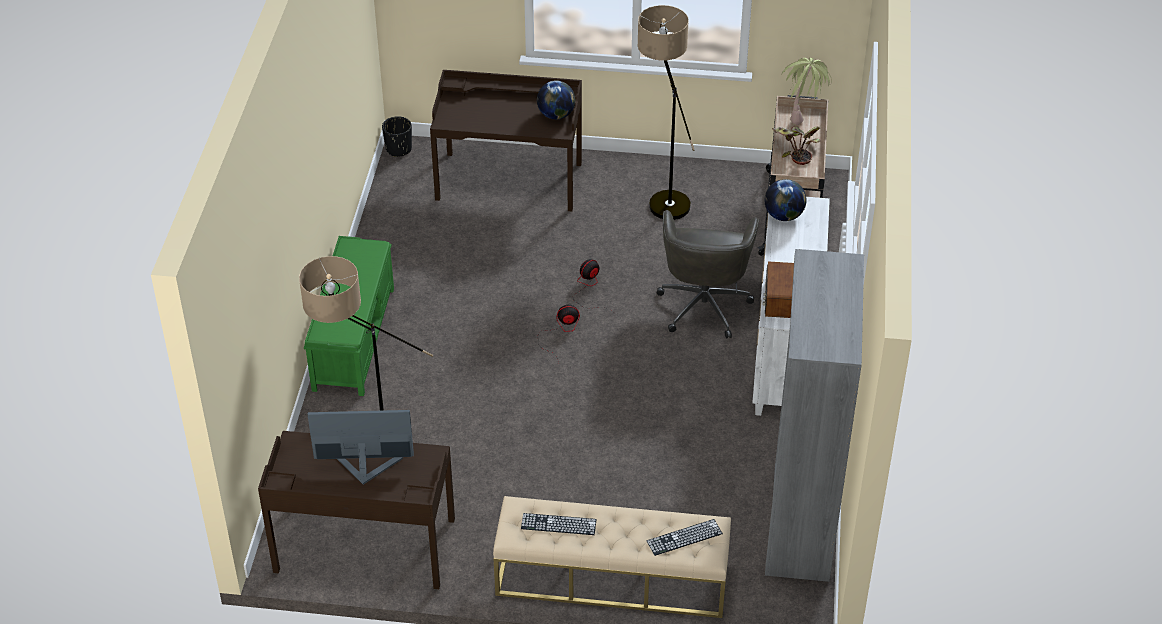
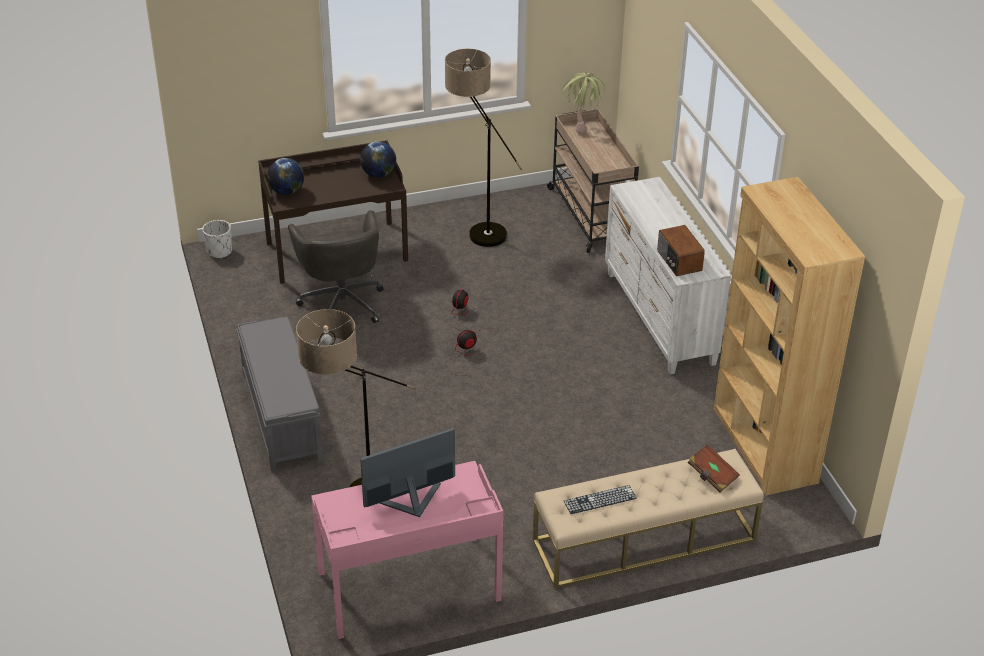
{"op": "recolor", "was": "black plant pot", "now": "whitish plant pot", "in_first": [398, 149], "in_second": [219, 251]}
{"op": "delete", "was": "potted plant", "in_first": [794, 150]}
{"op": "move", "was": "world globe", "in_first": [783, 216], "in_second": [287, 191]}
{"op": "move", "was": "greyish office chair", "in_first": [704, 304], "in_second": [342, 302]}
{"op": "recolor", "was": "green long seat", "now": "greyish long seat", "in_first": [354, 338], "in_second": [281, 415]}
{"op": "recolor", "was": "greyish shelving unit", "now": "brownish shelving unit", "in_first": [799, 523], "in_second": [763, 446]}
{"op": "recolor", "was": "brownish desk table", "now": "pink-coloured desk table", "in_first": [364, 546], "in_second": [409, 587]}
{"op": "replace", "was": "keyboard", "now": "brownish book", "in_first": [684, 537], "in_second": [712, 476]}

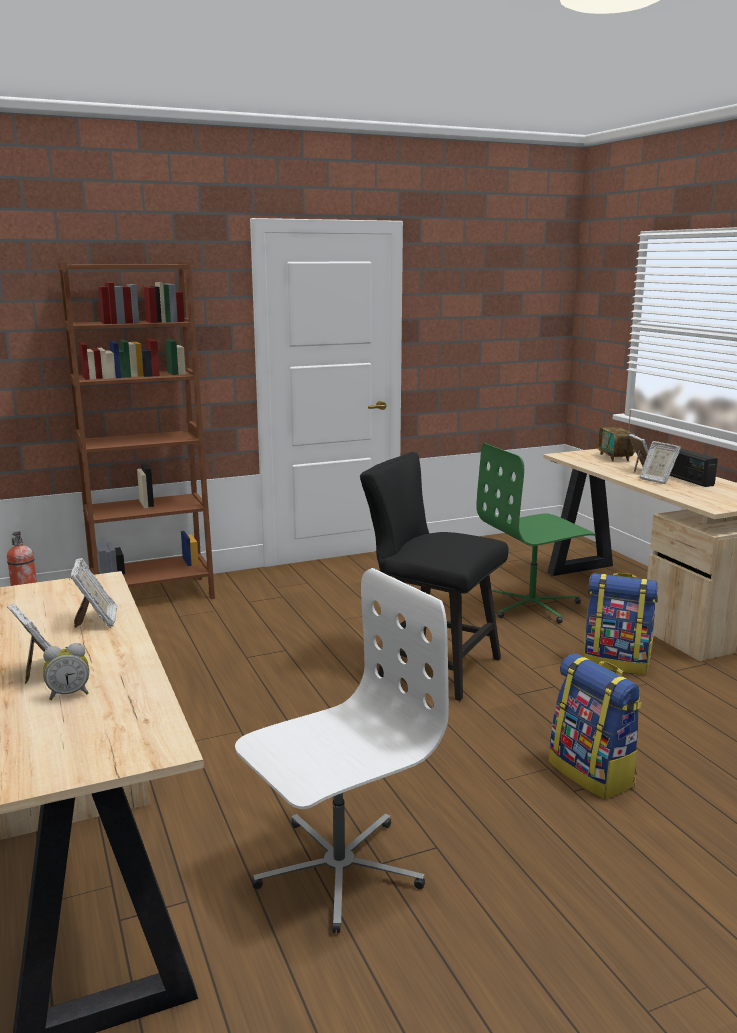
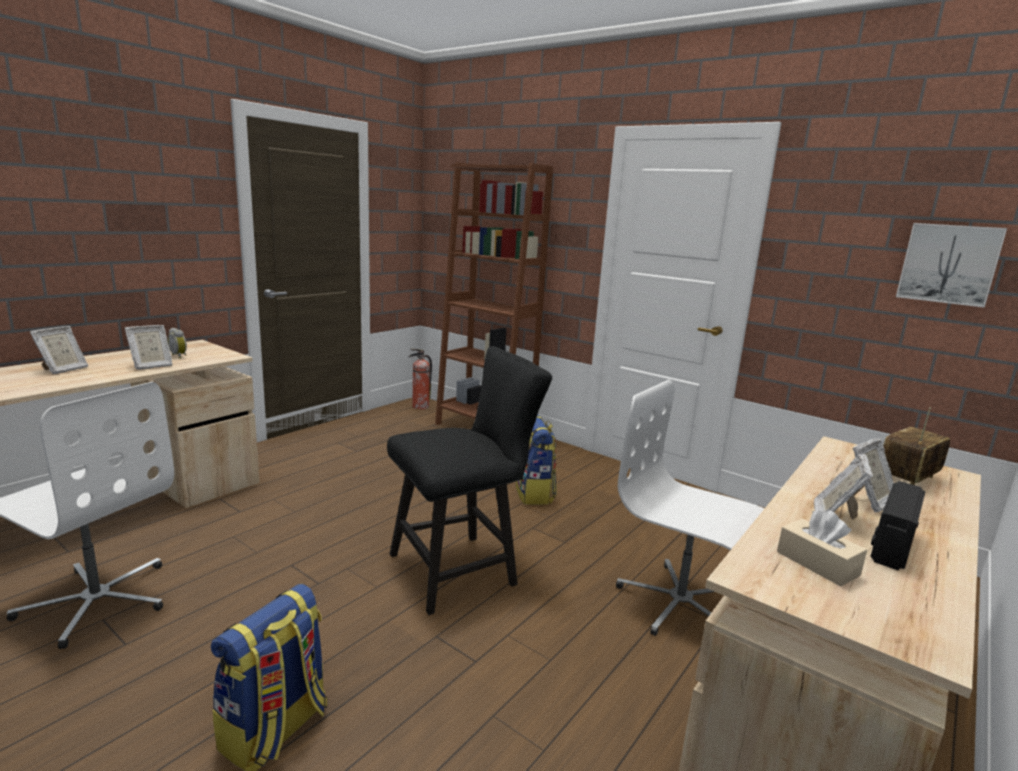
{"op": "recolor", "was": "green office chair", "now": "whitish office chair", "in_first": [532, 605], "in_second": [680, 604]}
{"op": "rotate", "was": "black upright chair", "in_first": [430, 666], "in_second": [461, 568], "clockwise": 60}
{"op": "move", "was": "rucksack", "in_first": [616, 662], "in_second": [534, 493]}
{"op": "move", "was": "table clock", "in_first": [69, 694], "in_second": [180, 356]}
{"op": "insert", "now": "wall picture", "in_second": [948, 264]}
{"op": "insert", "now": "sand-coloured box of tissues", "in_second": [817, 563]}

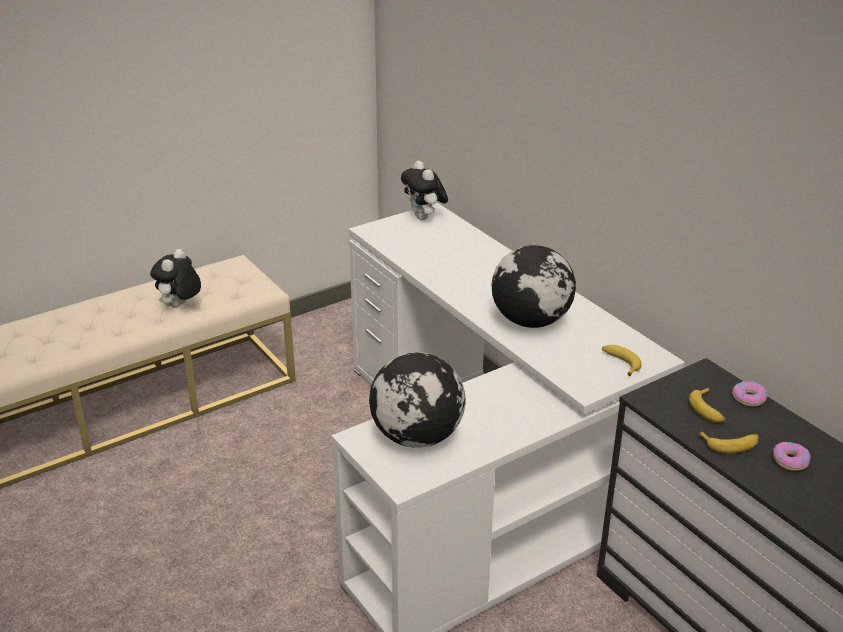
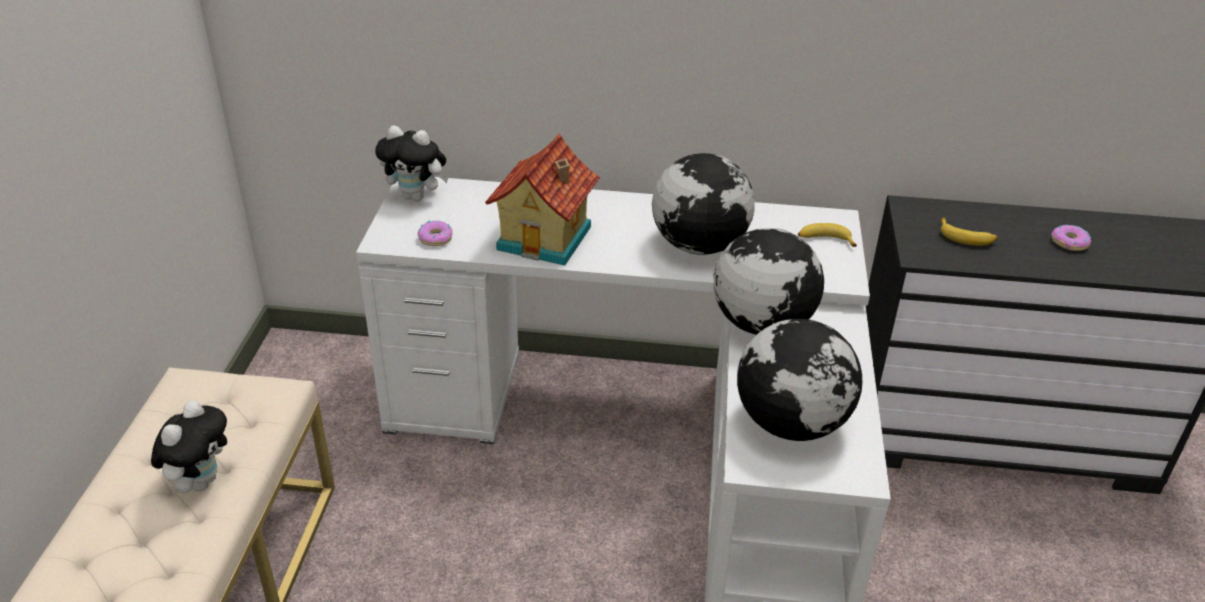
{"op": "rotate", "was": "plush toy", "in_first": [179, 306], "in_second": [201, 481], "clockwise": -135}
{"op": "move", "was": "donut", "in_first": [749, 398], "in_second": [436, 238]}
{"op": "delete", "was": "banana fruit", "in_first": [730, 444]}
{"op": "insert", "now": "model house", "in_second": [547, 238]}
{"op": "insert", "now": "world globe", "in_second": [761, 323]}

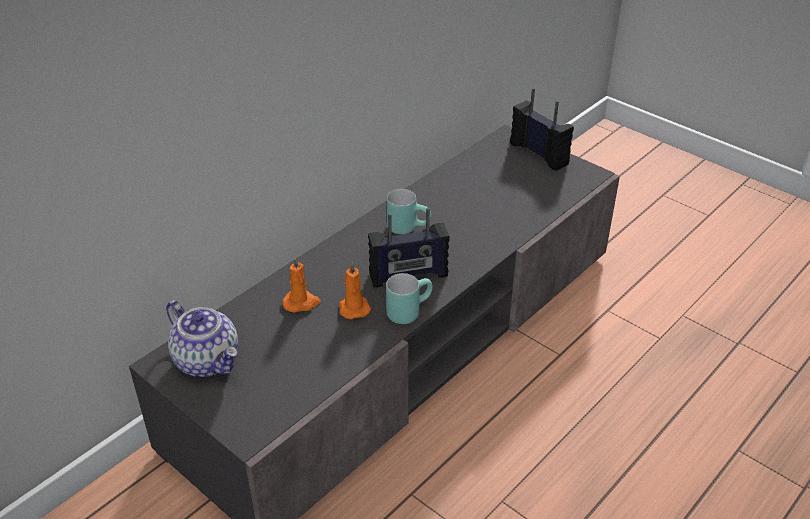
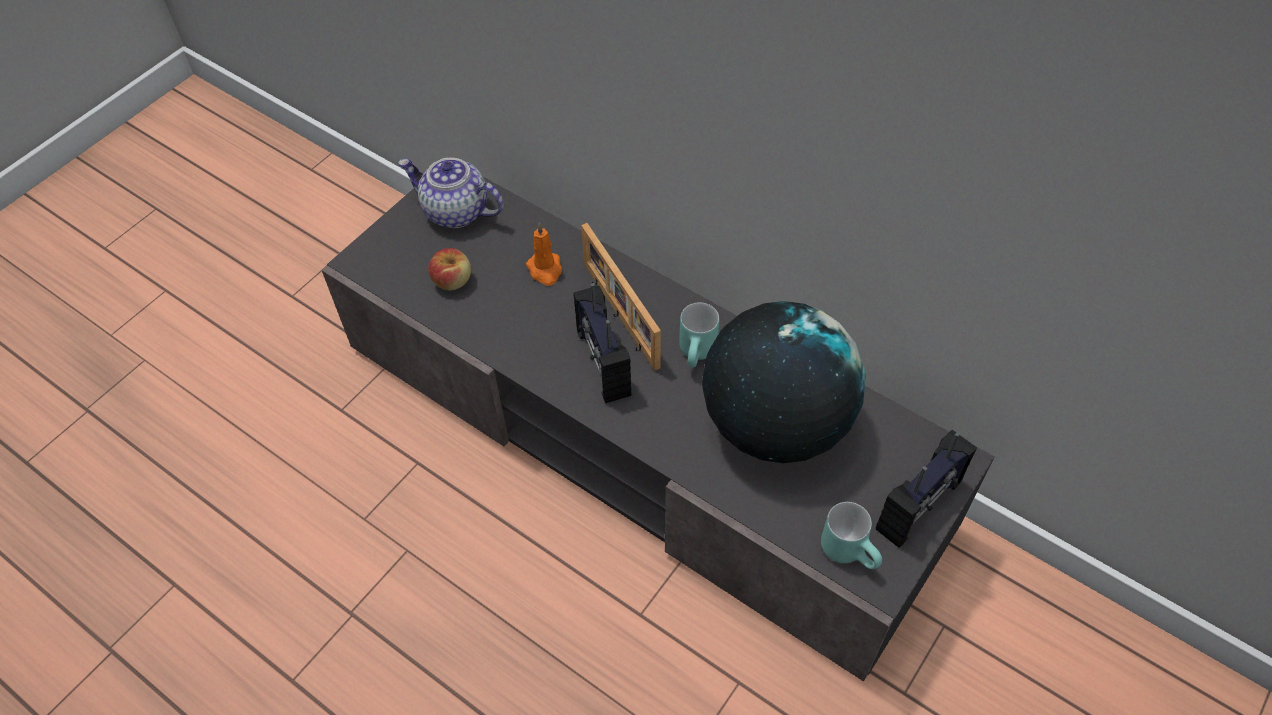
{"op": "delete", "was": "orange candle", "in_first": [353, 307]}
{"op": "move", "was": "turquoise mug", "in_first": [408, 310], "in_second": [851, 551]}
{"op": "rotate", "was": "pot for tea", "in_first": [208, 360], "in_second": [455, 212], "clockwise": 75}
{"op": "insert", "now": "picture frame", "in_second": [618, 315]}
{"op": "insert", "now": "apple", "in_second": [453, 280]}
{"op": "insert", "now": "world globe", "in_second": [774, 424]}

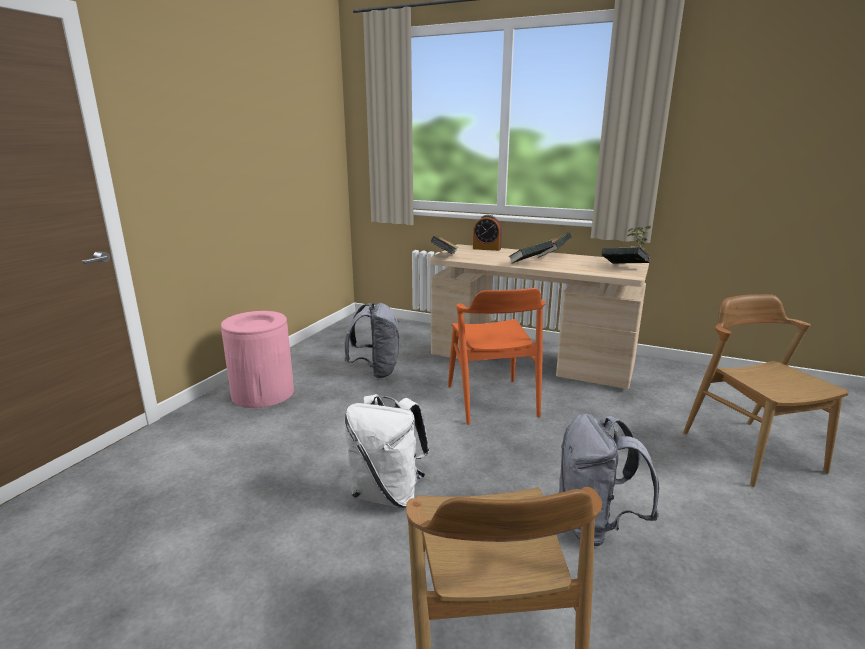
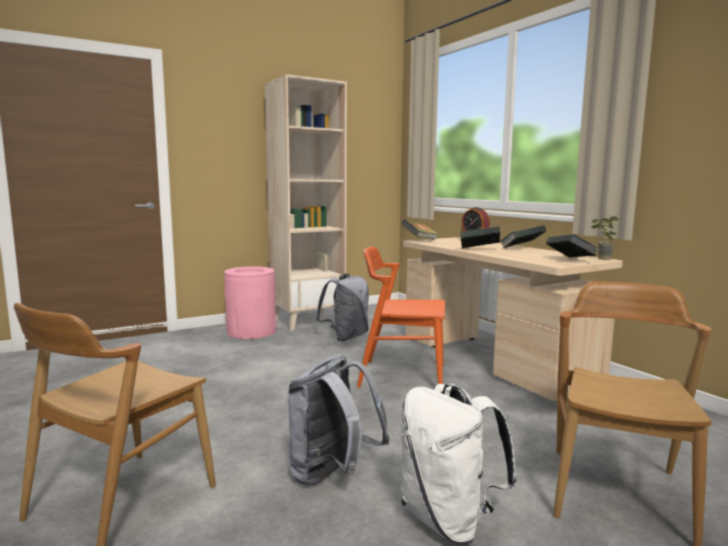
{"op": "rotate", "was": "orange upright chair", "in_first": [491, 401], "in_second": [401, 376], "clockwise": 75}
{"op": "move", "was": "whitish rucksack", "in_first": [388, 493], "in_second": [449, 520]}
{"op": "insert", "now": "sand-coloured shelving unit", "in_second": [308, 321]}

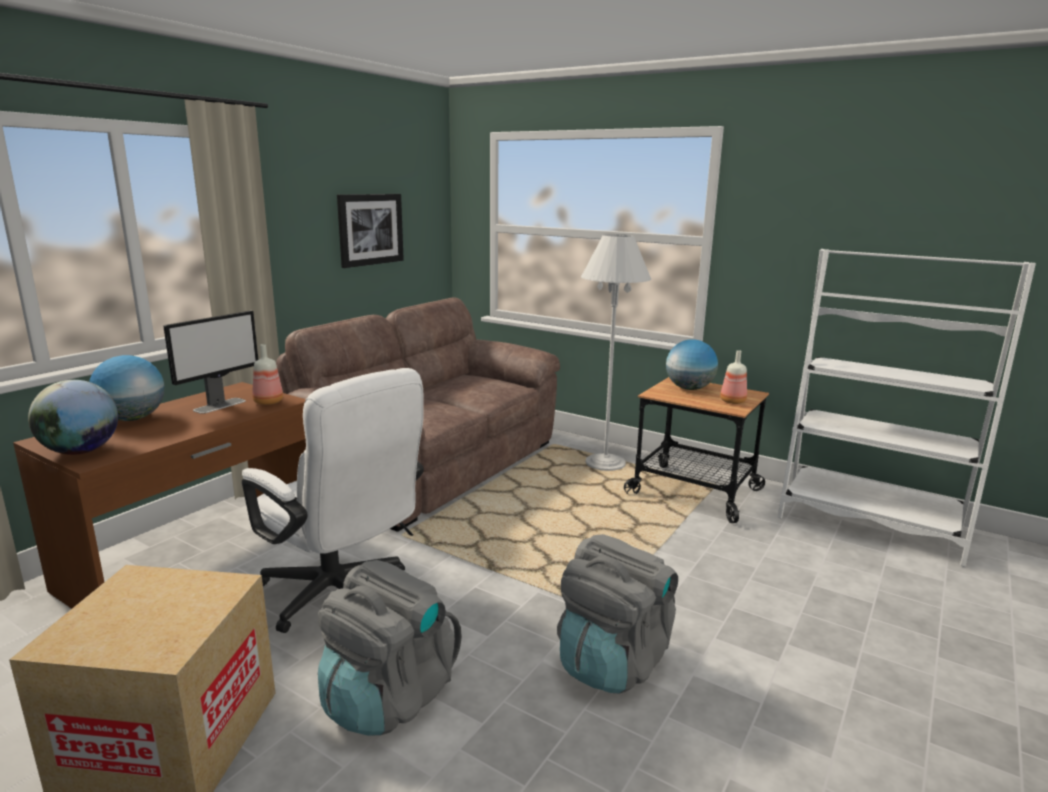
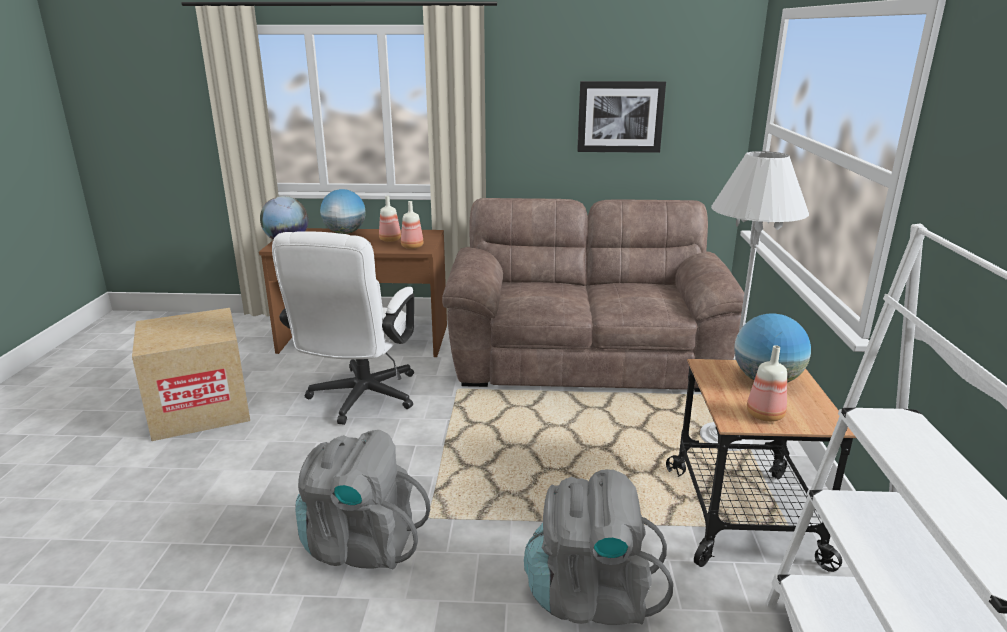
{"op": "replace", "was": "monitor", "now": "beverage bottle", "in_first": [220, 405], "in_second": [391, 240]}
{"op": "move", "was": "greyish rucksack", "in_first": [388, 697], "in_second": [591, 596]}

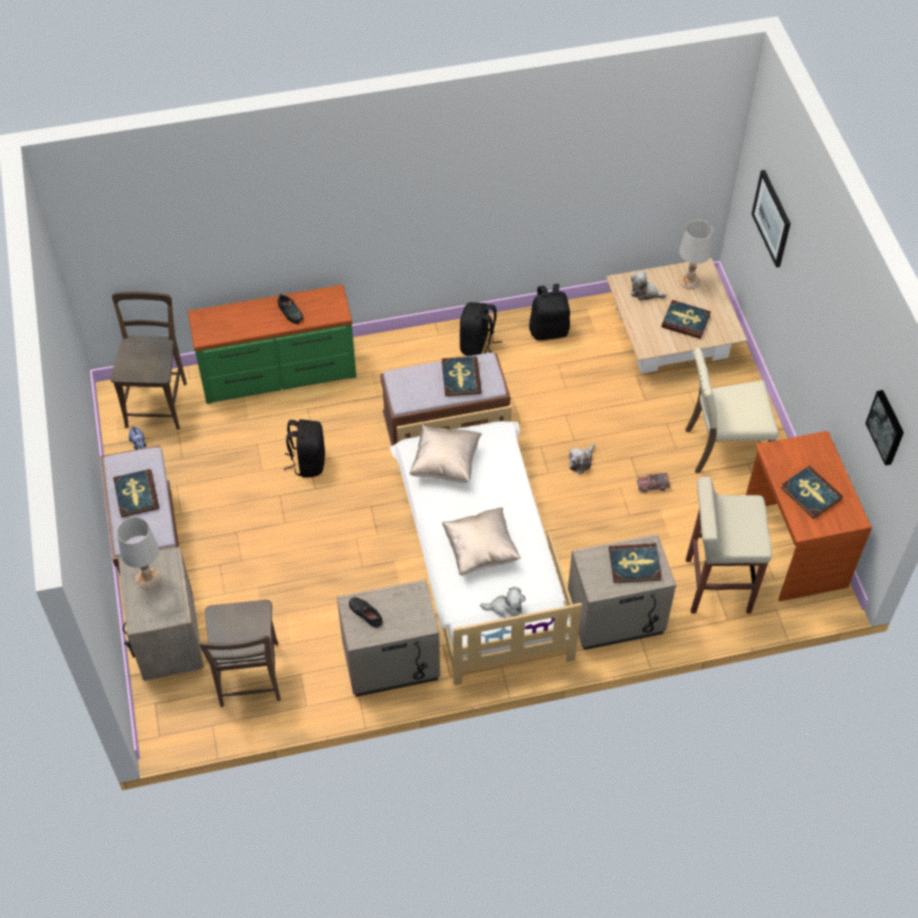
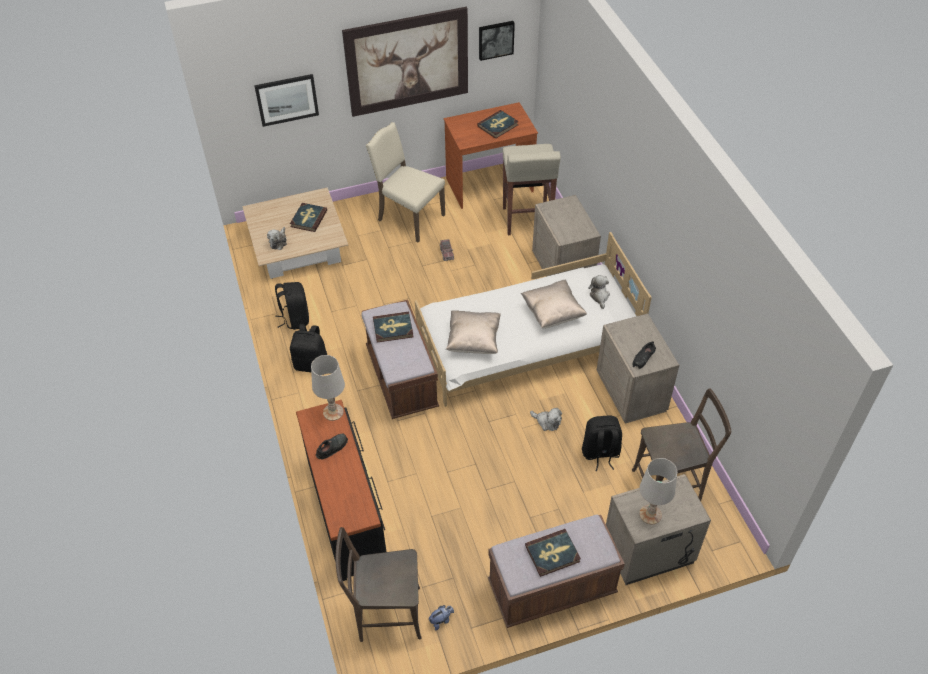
{"op": "move", "was": "whitish table lamp", "in_first": [690, 281], "in_second": [333, 412]}
{"op": "recolor", "was": "green chest of drawers", "now": "black chest of drawers", "in_first": [278, 374], "in_second": [347, 511]}
{"op": "rotate", "was": "sand-coloured upright chair", "in_first": [723, 448], "in_second": [409, 218], "clockwise": 135}
{"op": "move", "was": "black rucksack", "in_first": [308, 462], "in_second": [600, 453]}
{"op": "move", "was": "plush toy", "in_first": [581, 461], "in_second": [547, 422]}
{"op": "delete", "was": "book", "in_first": [634, 565]}
{"op": "insert", "now": "wall picture", "in_second": [407, 62]}

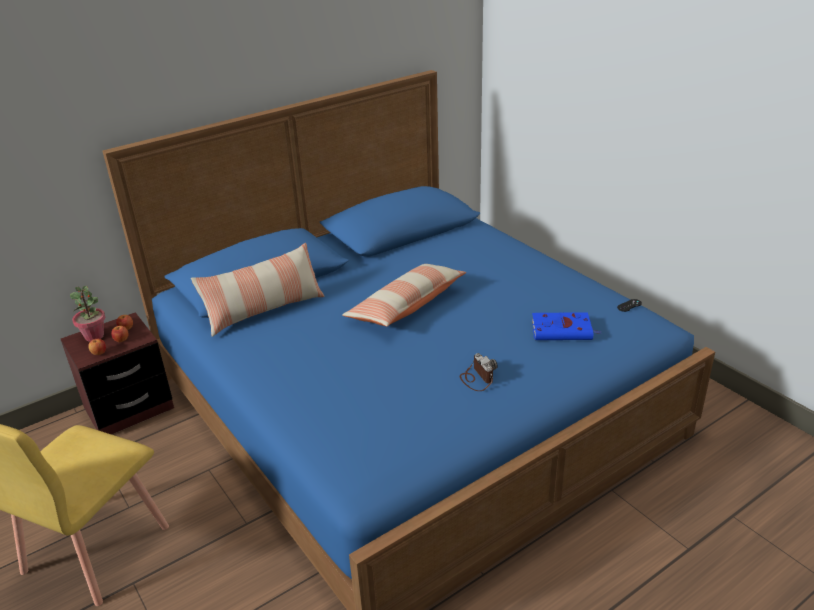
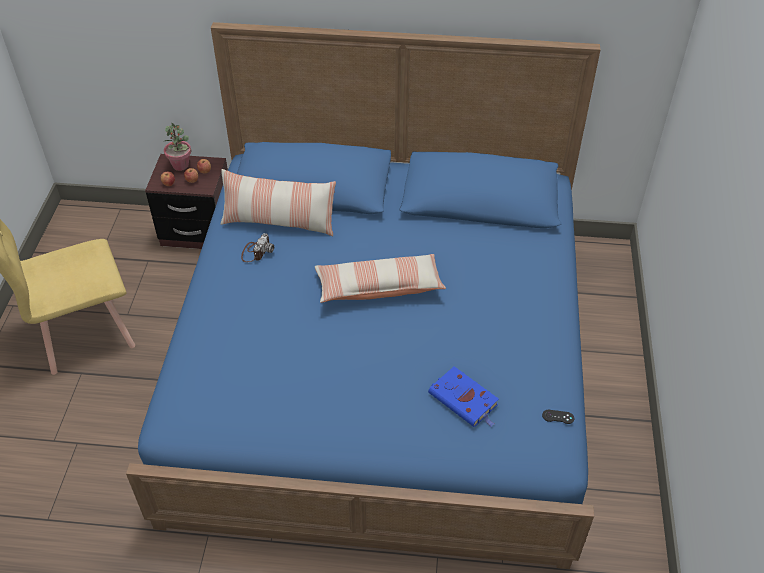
{"op": "move", "was": "still camera", "in_first": [477, 378], "in_second": [256, 251]}

